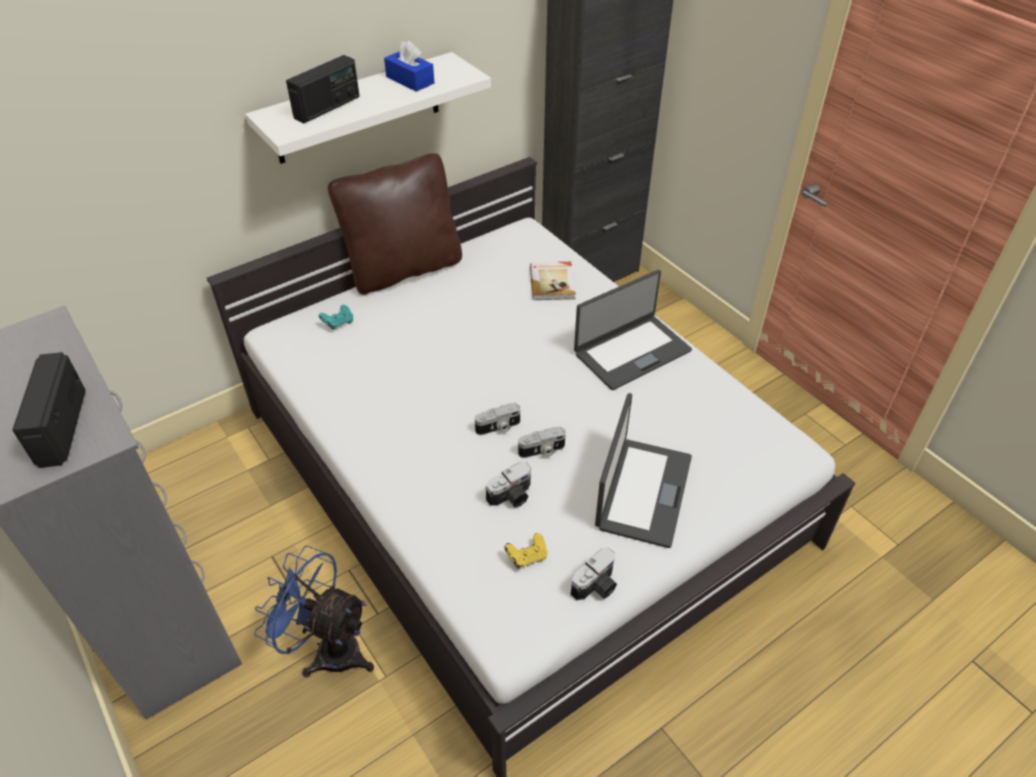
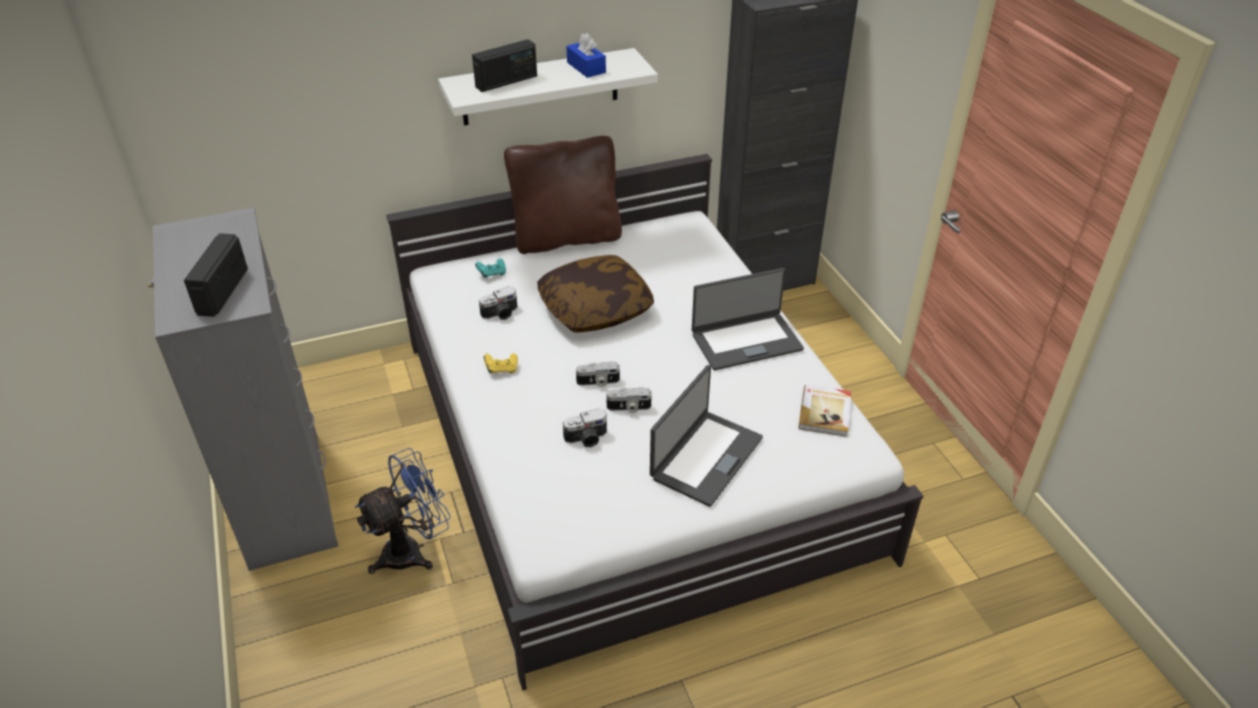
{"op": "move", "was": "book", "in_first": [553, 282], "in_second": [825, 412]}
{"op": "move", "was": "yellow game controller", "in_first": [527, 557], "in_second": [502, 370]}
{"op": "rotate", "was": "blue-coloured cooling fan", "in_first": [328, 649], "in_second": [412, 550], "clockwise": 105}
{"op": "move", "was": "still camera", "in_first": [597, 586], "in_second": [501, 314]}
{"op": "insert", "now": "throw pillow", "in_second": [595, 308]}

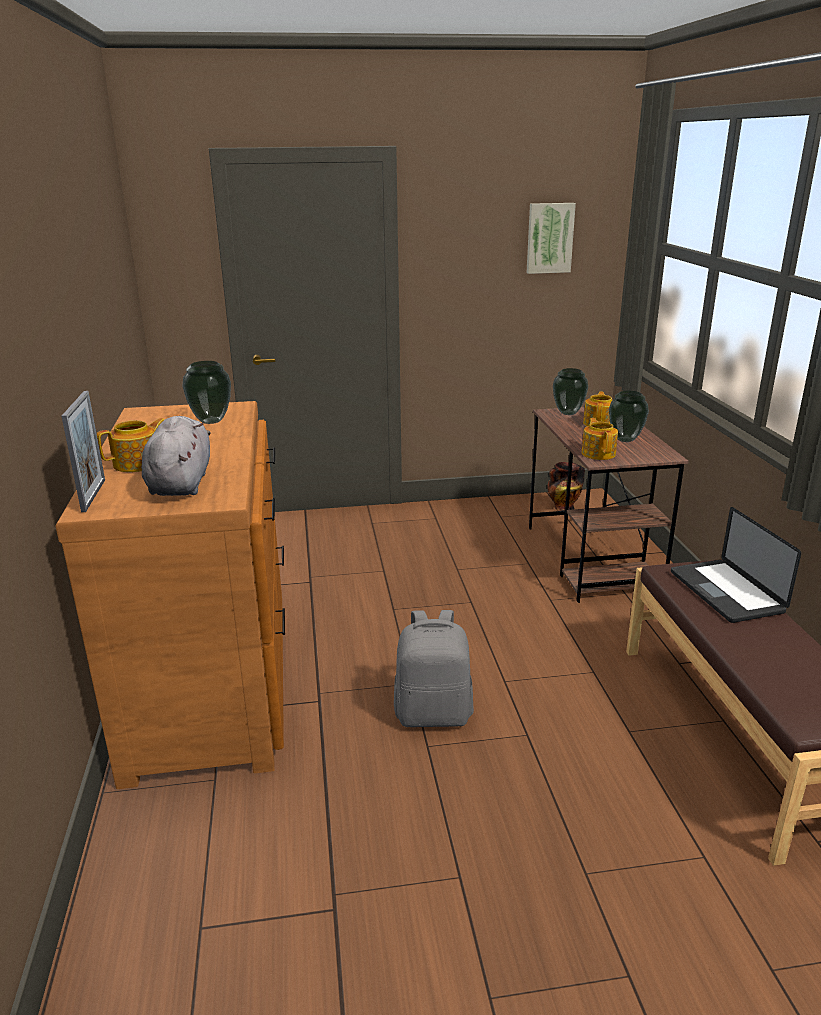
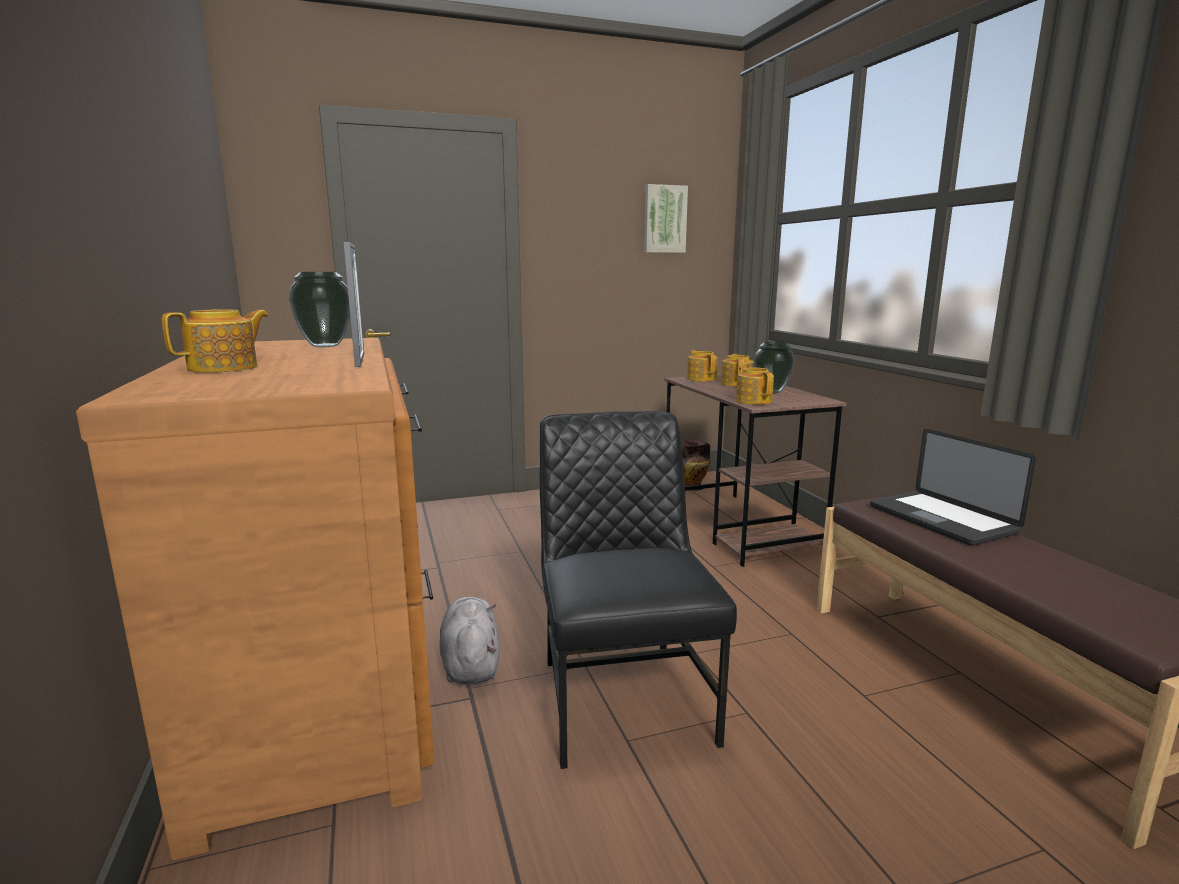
{"op": "replace", "was": "flower vase", "now": "pot for tea", "in_first": [568, 413], "in_second": [701, 379]}
{"op": "move", "was": "picture frame", "in_first": [93, 495], "in_second": [360, 360]}
{"op": "move", "was": "greyish plush toy", "in_first": [181, 483], "in_second": [470, 663]}
{"op": "replace", "was": "greyish rucksack", "now": "black upright chair", "in_first": [434, 713], "in_second": [623, 698]}

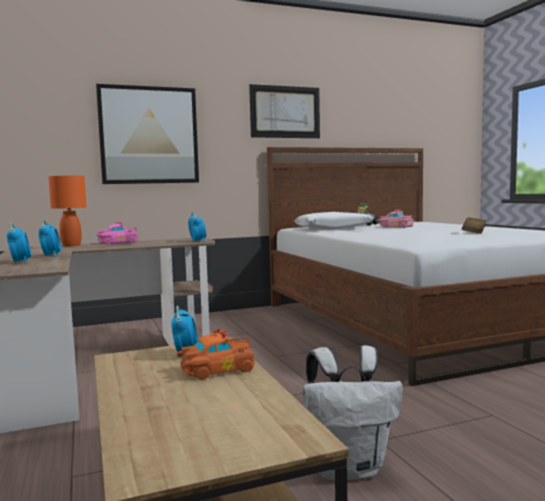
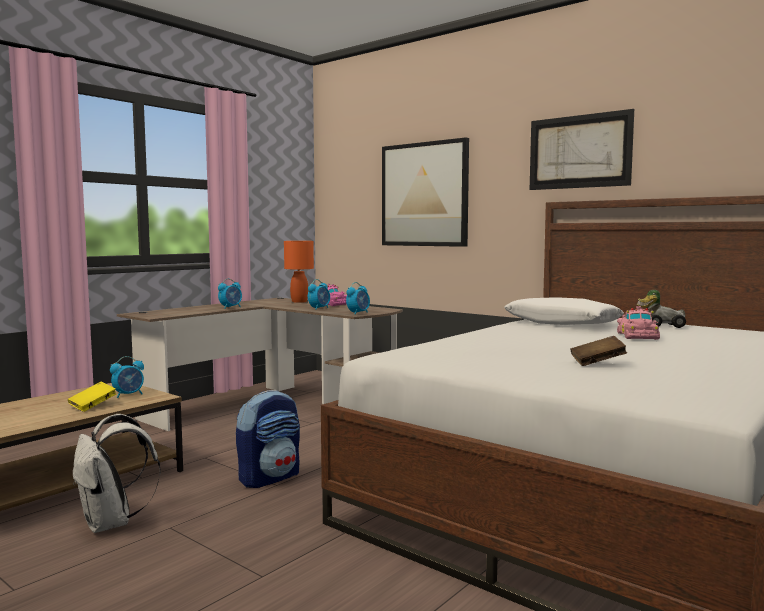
{"op": "move", "was": "table clock", "in_first": [20, 262], "in_second": [319, 308]}
{"op": "replace", "was": "orange miniature car", "now": "yellow book", "in_first": [215, 369], "in_second": [93, 406]}
{"op": "insert", "now": "rucksack", "in_second": [270, 477]}

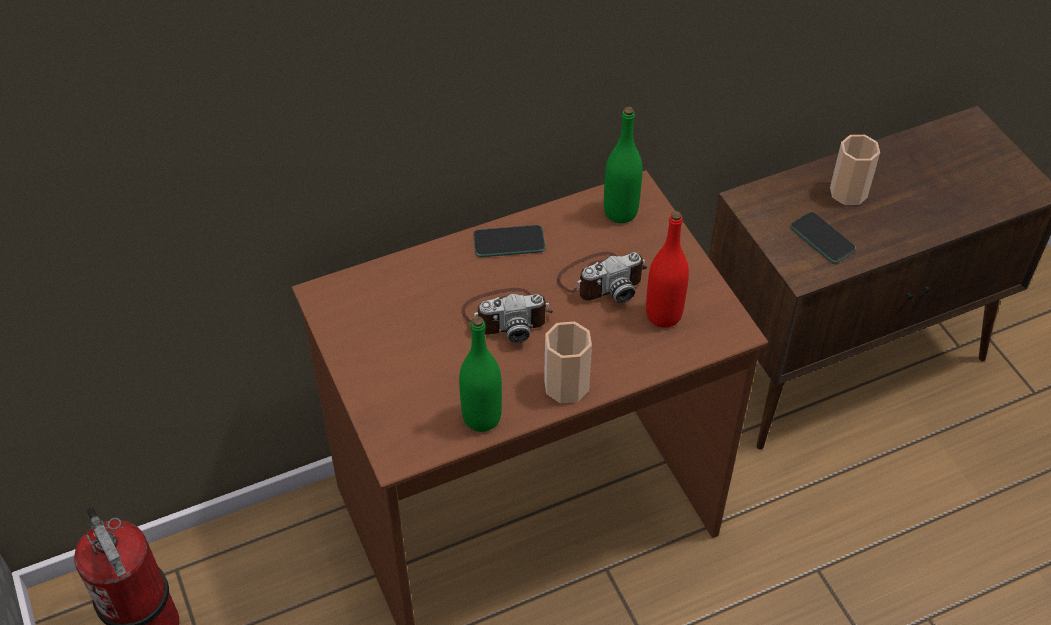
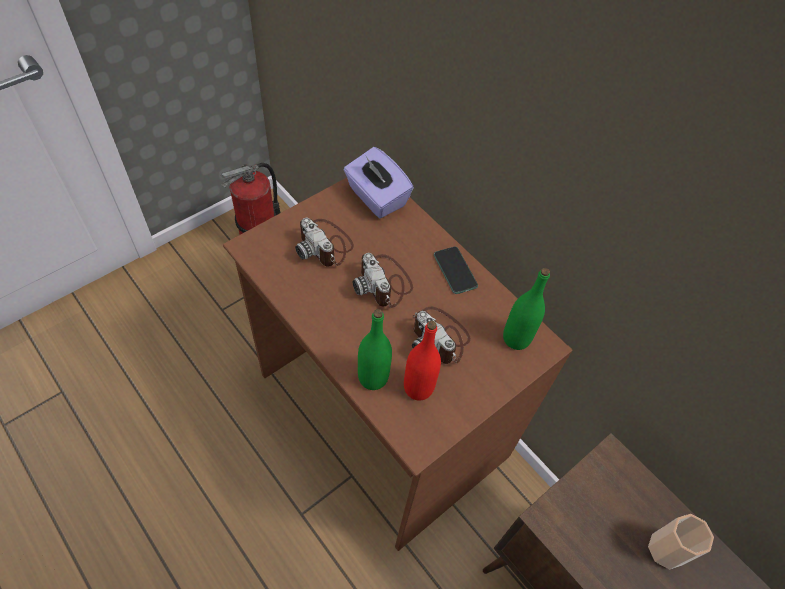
{"op": "delete", "was": "handset", "in_first": [822, 238]}
{"op": "move", "was": "green beverage bottle", "in_first": [481, 417], "in_second": [373, 377]}
{"op": "delete", "was": "small cup", "in_first": [566, 385]}
{"op": "insert", "now": "purple-coloured box of tissues", "in_second": [376, 197]}
{"op": "insert", "now": "still camera", "in_second": [325, 245]}

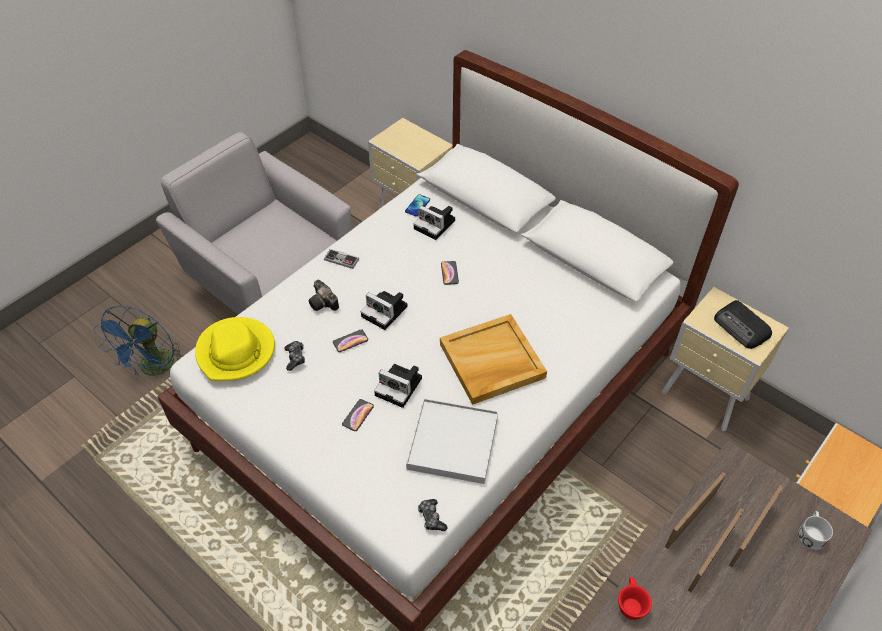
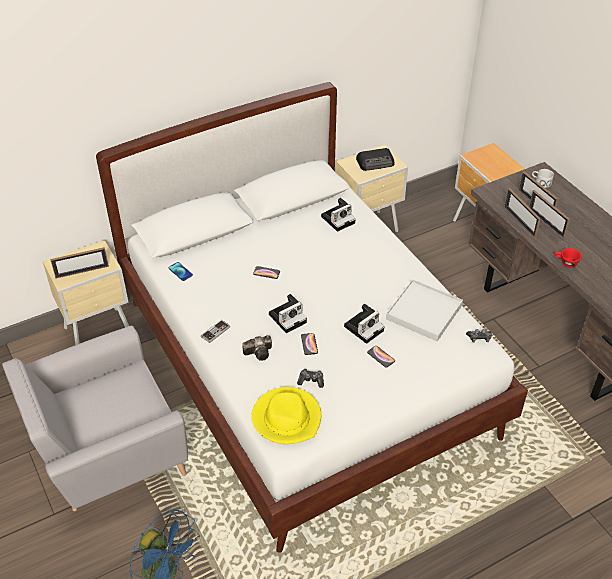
{"op": "move", "was": "still camera", "in_first": [436, 225], "in_second": [338, 219]}
{"op": "delete", "was": "sand-coloured tray", "in_first": [491, 362]}
{"op": "insert", "now": "picture frame", "in_second": [82, 271]}

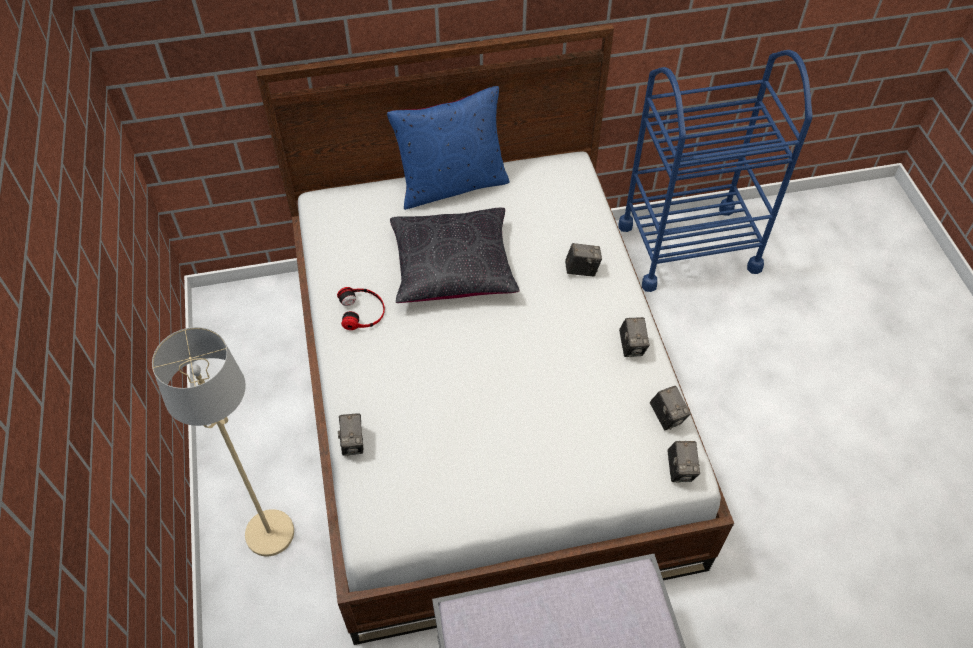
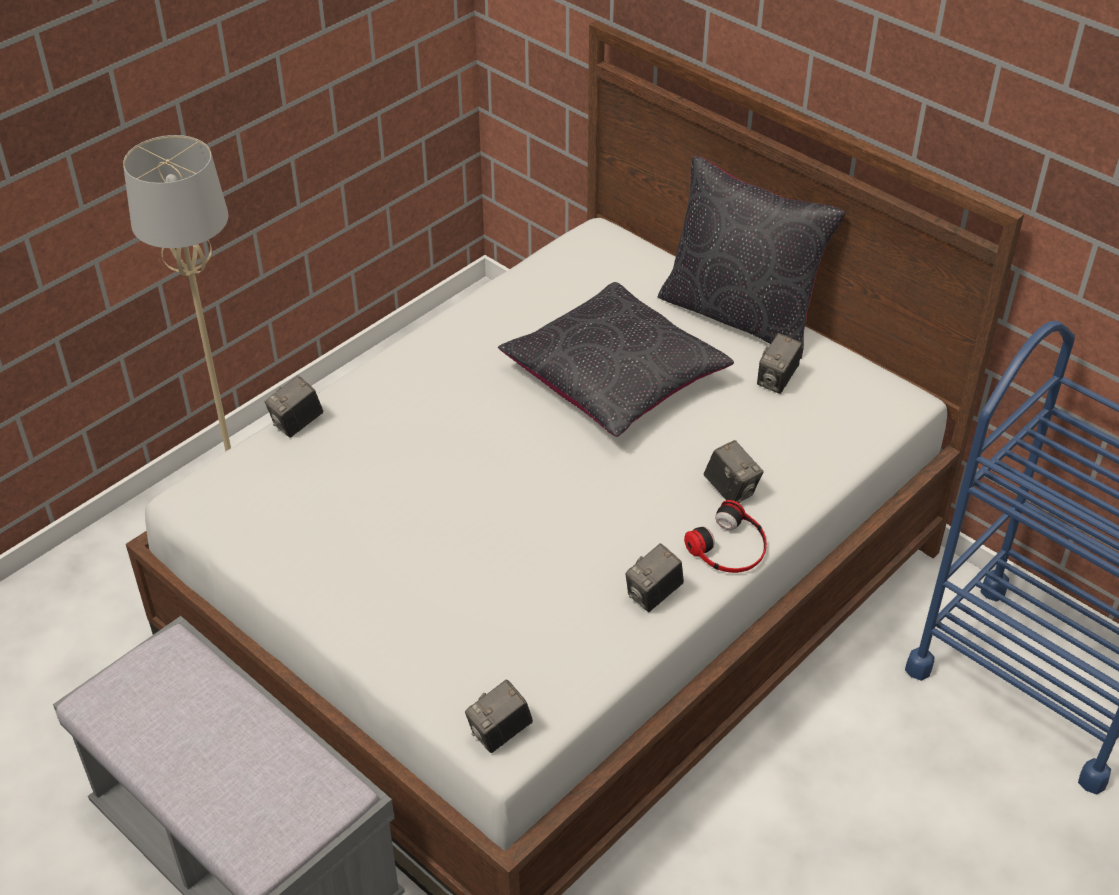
{"op": "recolor", "was": "blue-coloured throw pillow", "now": "black throw pillow", "in_first": [452, 184], "in_second": [740, 315]}
{"op": "move", "was": "headset", "in_first": [362, 311], "in_second": [729, 547]}
{"op": "move", "was": "still camera", "in_first": [667, 417], "in_second": [777, 381]}

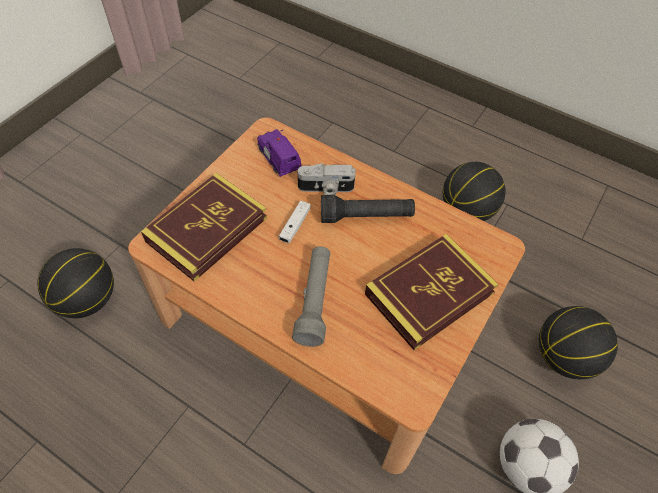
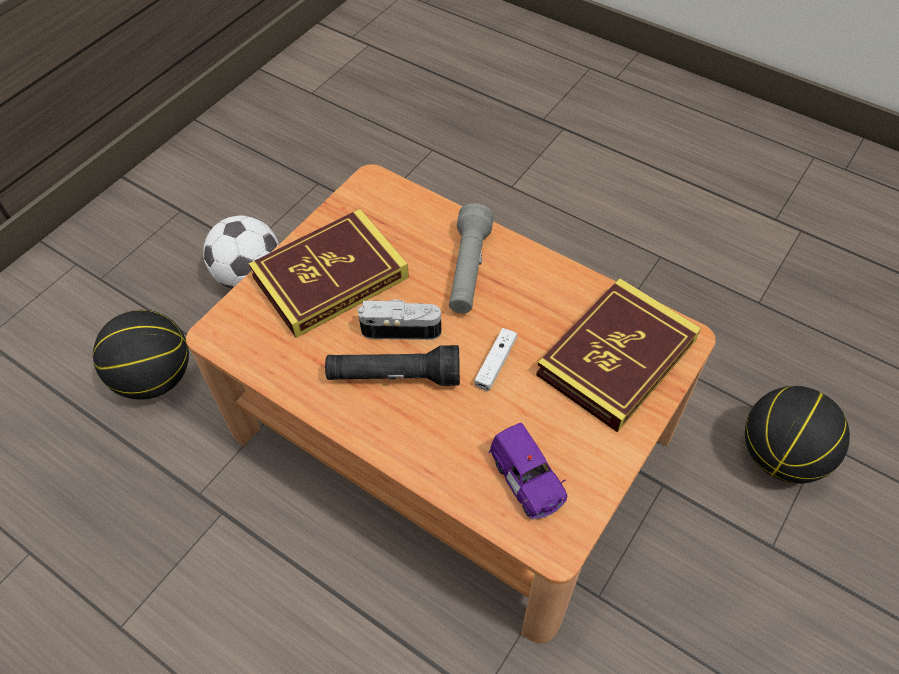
{"op": "delete", "was": "basketball", "in_first": [467, 211]}
{"op": "move", "was": "still camera", "in_first": [326, 189], "in_second": [401, 327]}

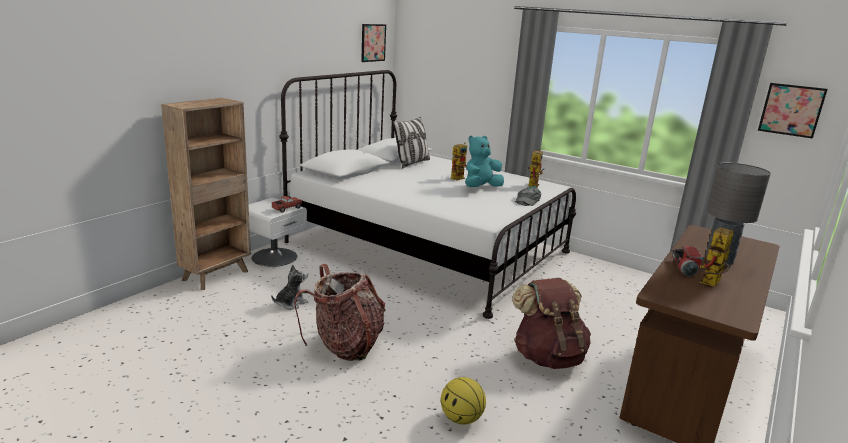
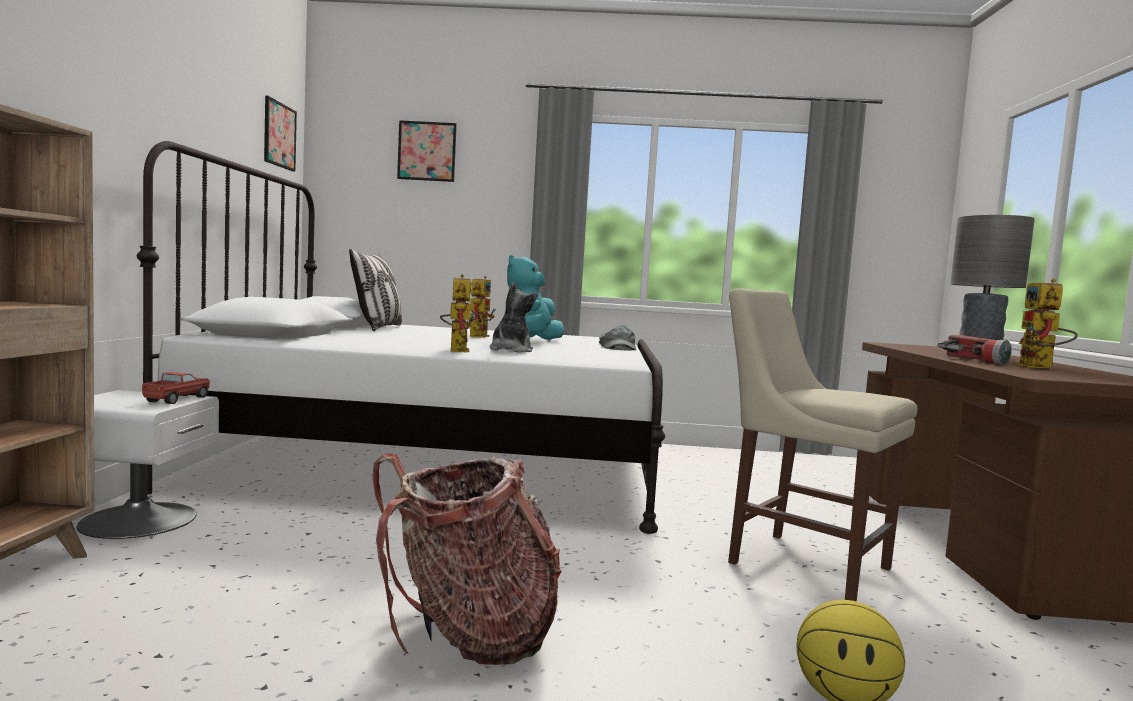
{"op": "move", "was": "wall picture", "in_first": [791, 110], "in_second": [427, 151]}
{"op": "move", "was": "model robot", "in_first": [532, 184], "in_second": [456, 349]}
{"op": "move", "was": "plush toy", "in_first": [291, 303], "in_second": [510, 350]}
{"op": "replace", "was": "brownish rucksack", "now": "sand-coloured upright chair", "in_first": [547, 356], "in_second": [801, 562]}

